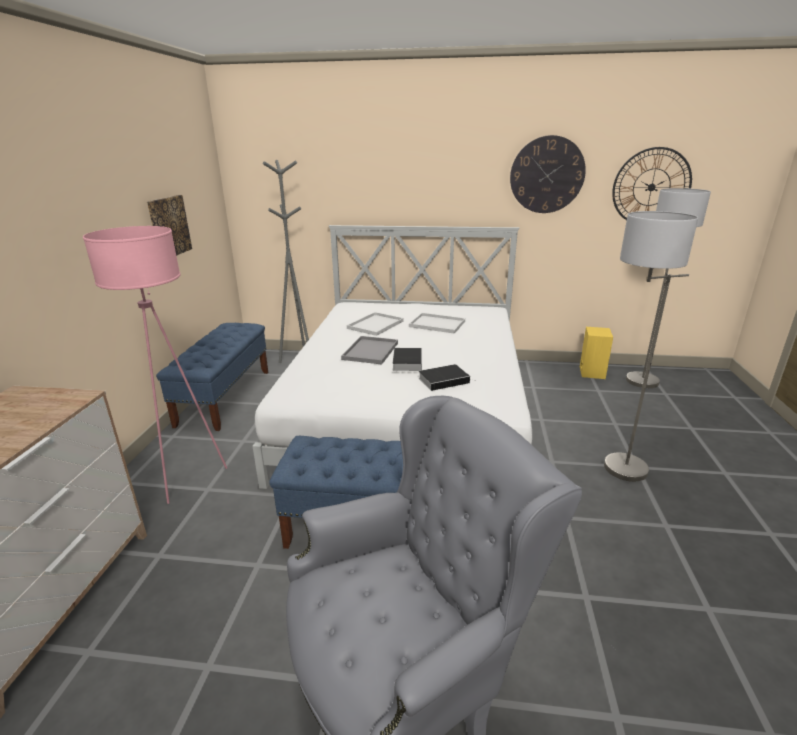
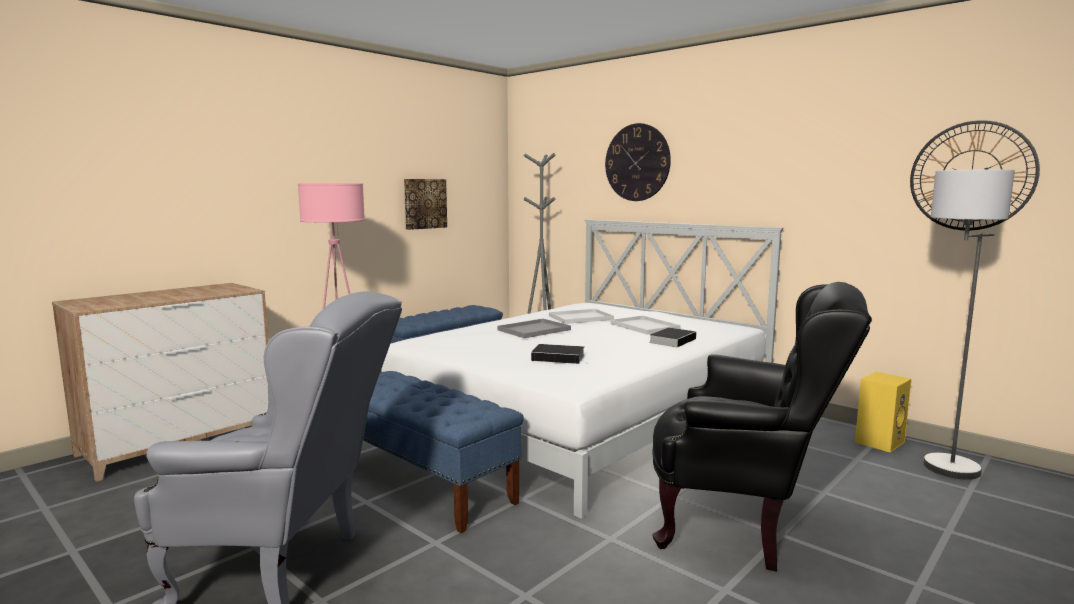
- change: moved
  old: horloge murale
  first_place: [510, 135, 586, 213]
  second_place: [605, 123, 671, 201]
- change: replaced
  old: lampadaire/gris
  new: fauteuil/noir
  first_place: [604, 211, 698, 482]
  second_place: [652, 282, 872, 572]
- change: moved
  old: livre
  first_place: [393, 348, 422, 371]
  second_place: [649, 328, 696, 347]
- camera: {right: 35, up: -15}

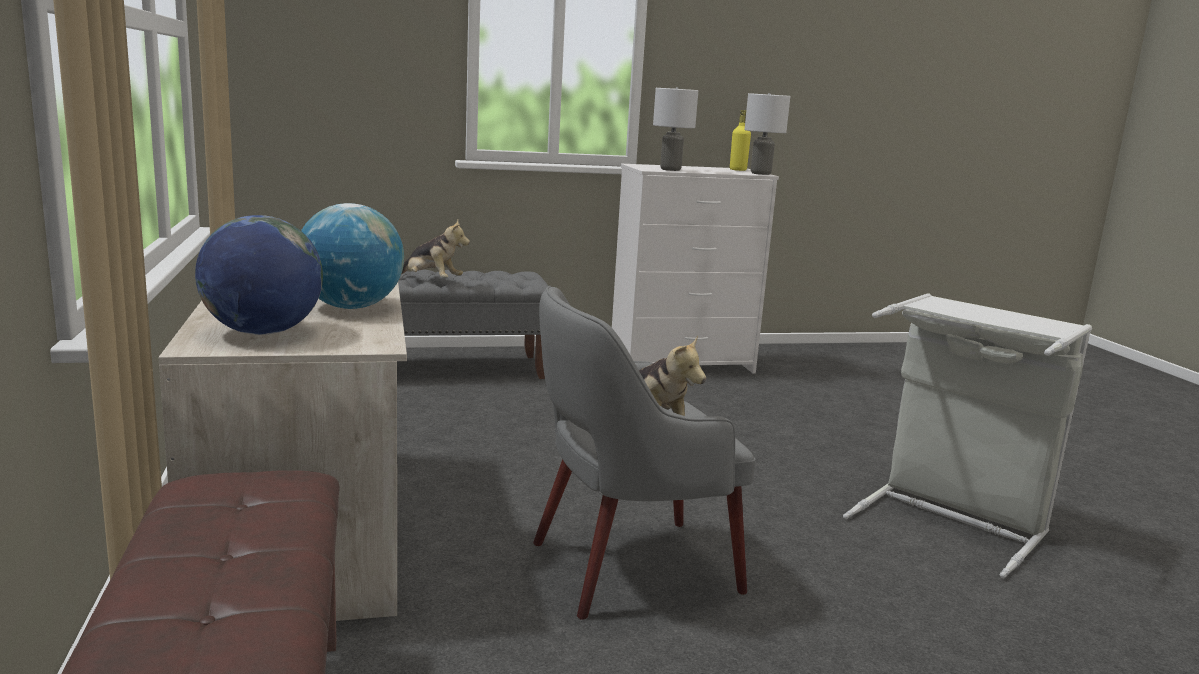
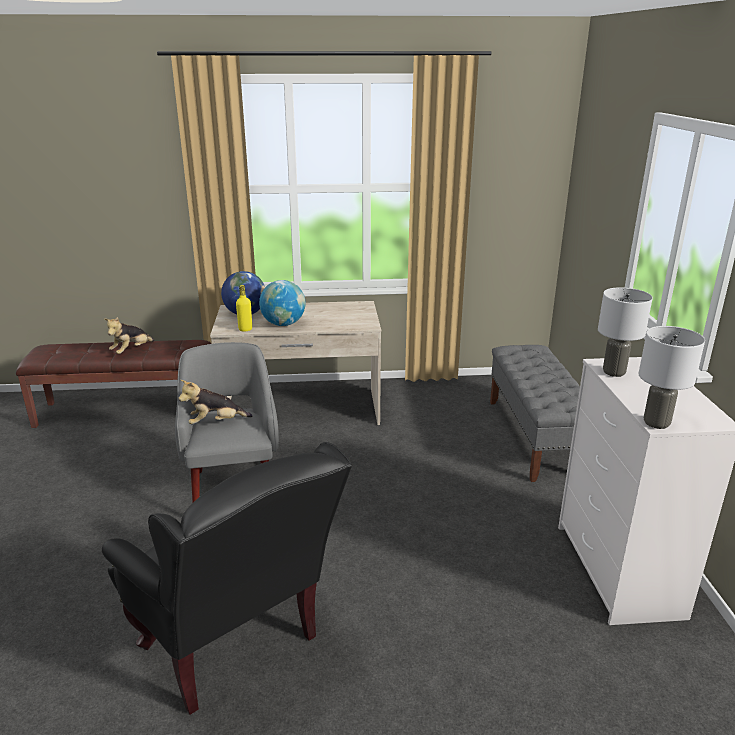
- change: moved
  old: bouteille/jaune
  first_place: [730, 110, 751, 171]
  second_place: [236, 285, 252, 331]
- change: moved
  old: peluche
  first_place: [402, 220, 470, 278]
  second_place: [104, 317, 155, 354]
- change: replaced
  old: panier à linge/gris
  new: fauteuil/noir
  first_place: [843, 294, 1092, 578]
  second_place: [102, 442, 352, 715]
- camera: {right: 100, up: 10}

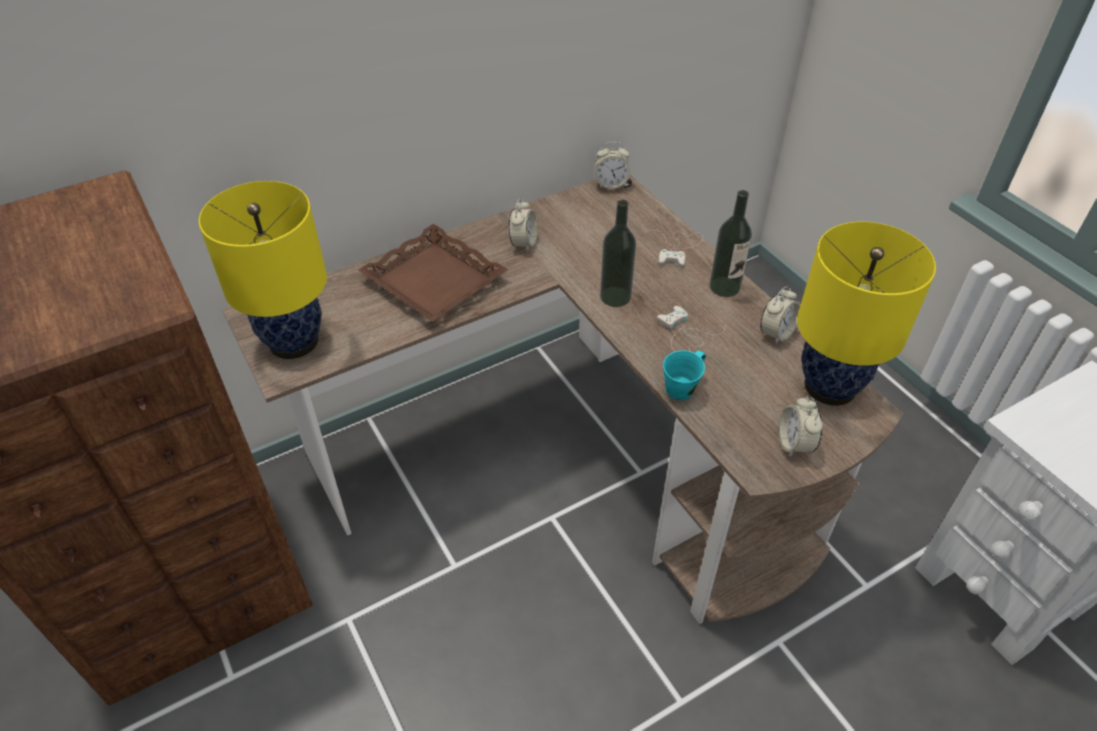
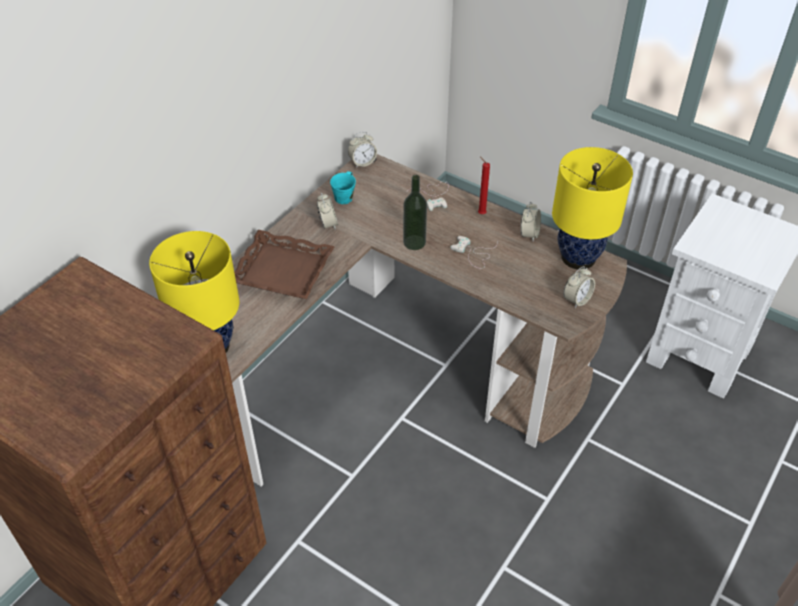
- change: replaced
  old: bouteille
  new: bougie/rouge
  first_place: [709, 190, 752, 297]
  second_place: [478, 157, 490, 214]
- change: moved
  old: mug/turquoise
  first_place: [663, 350, 706, 401]
  second_place: [330, 171, 356, 204]
- change: turned
  old: réveil
  first_place: [779, 397, 823, 458]
  second_place: [564, 266, 595, 308]
  degrees: -105
- camera: {right: -25, up: 0}

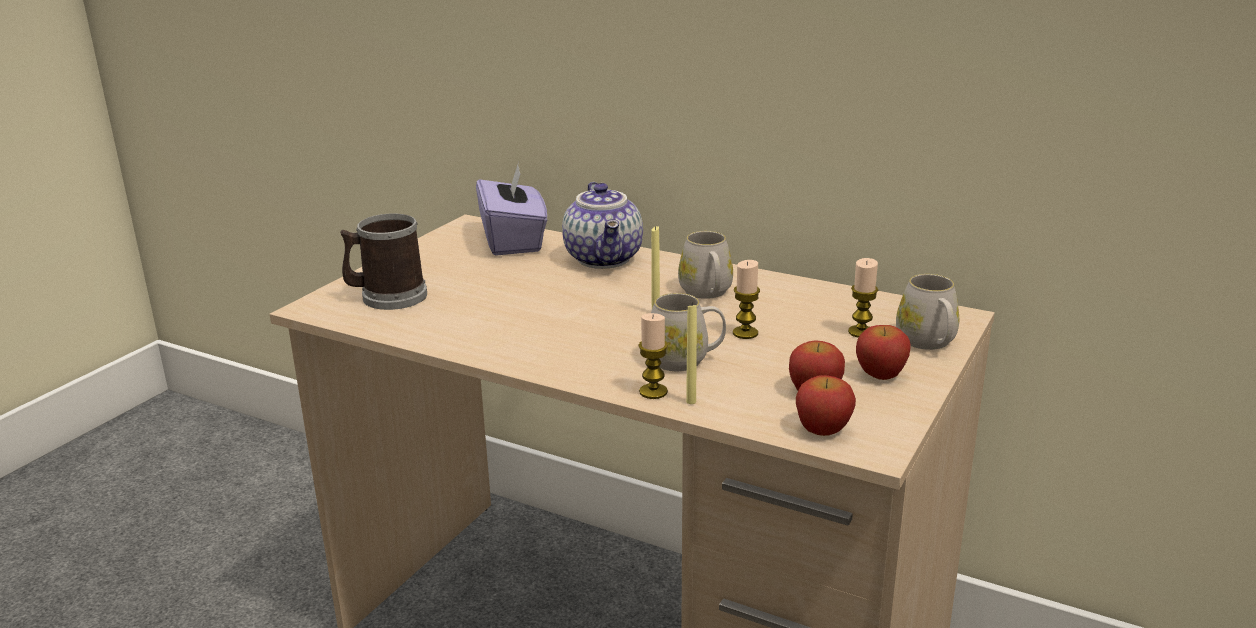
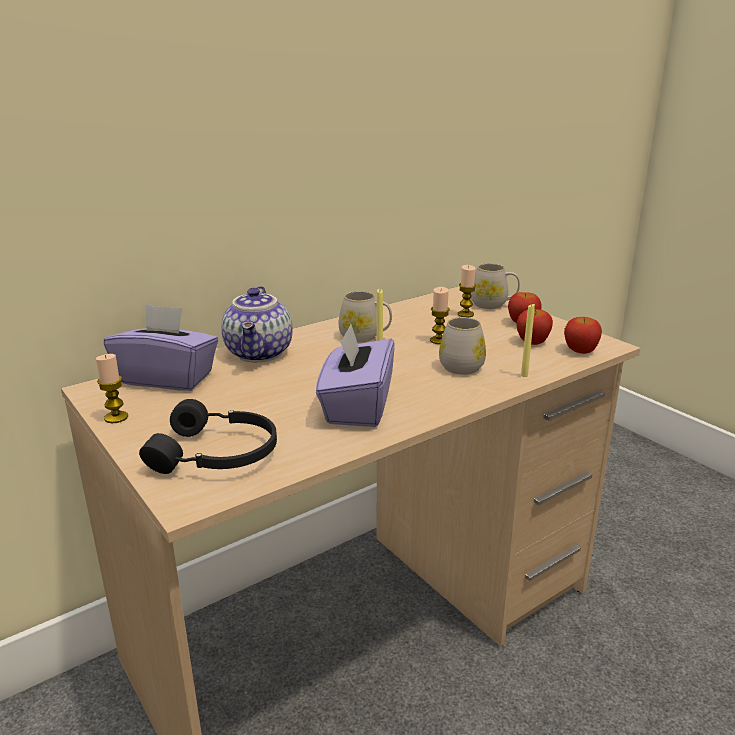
- change: turned
  old: théière
  first_place: [562, 182, 643, 269]
  second_place: [221, 286, 293, 362]
  degrees: 75
- change: replaced
  old: mug
  new: casque audio/noir
  first_place: [340, 214, 427, 310]
  second_place: [139, 399, 277, 474]
- change: moved
  old: bougie
  first_place: [638, 313, 668, 399]
  second_place: [96, 354, 128, 423]
- change: added
  new: boîte à mouchoirs/violet
  second_place: [316, 324, 395, 427]
- camera: {right: -65, up: 0}

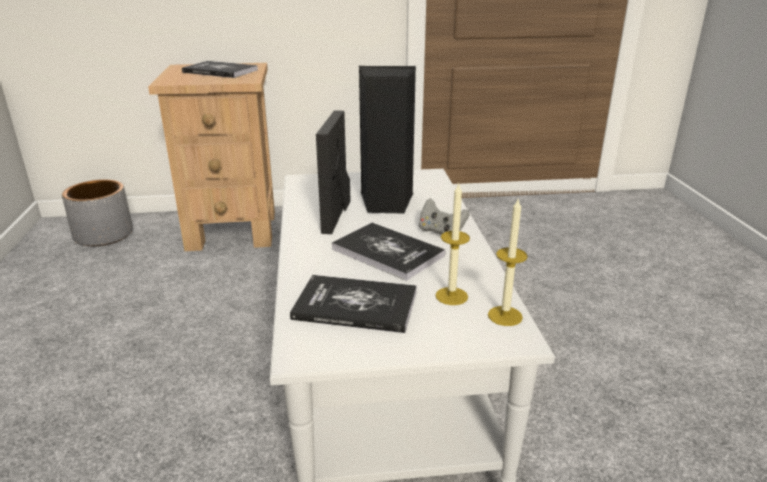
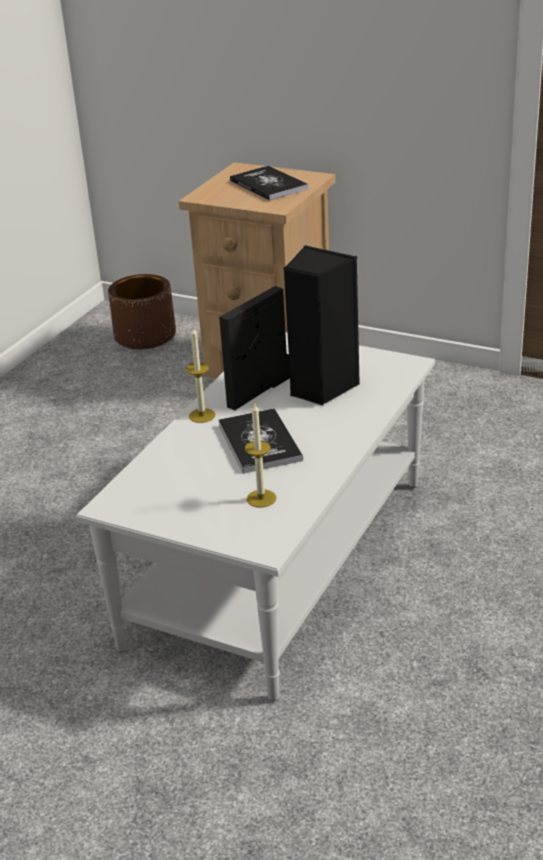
- change: recoloured
  old: cache-pot/gris
  new: cache-pot/marron
  first_place: [62, 179, 133, 247]
  second_place: [108, 274, 176, 349]
- change: moved
  old: bougie
  first_place: [488, 197, 528, 326]
  second_place: [186, 327, 215, 423]
- change: removed
  old: manette/gris
  first_place: [419, 198, 470, 235]
- change: removed
  old: livre
  first_place: [290, 275, 417, 333]
- camera: {right: 35, up: 5}

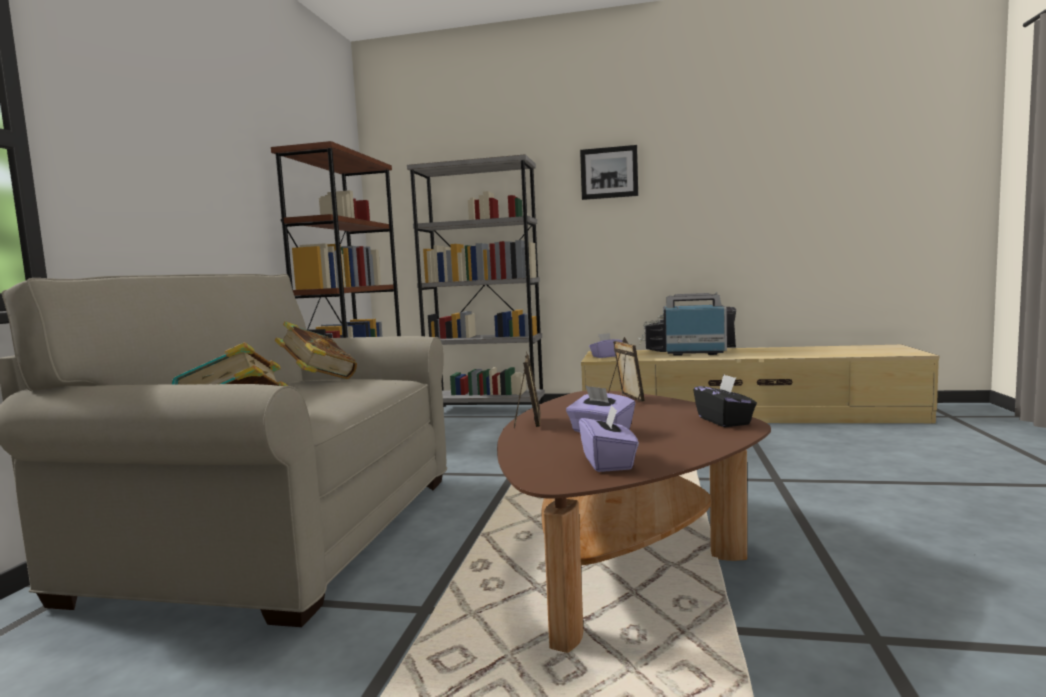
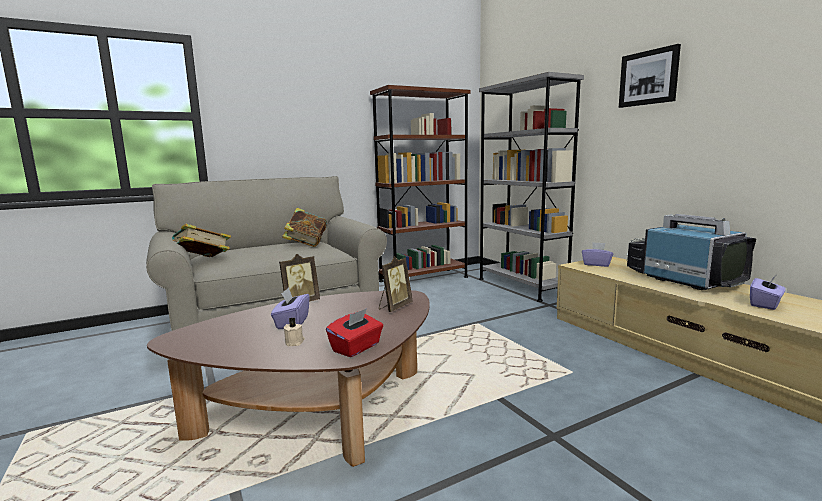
- change: recoloured
  old: boîte à mouchoirs/noir
  new: boîte à mouchoirs/rouge
  first_place: [693, 374, 757, 427]
  second_place: [326, 308, 383, 357]
- change: moved
  old: boîte à mouchoirs/violet
  first_place: [579, 405, 639, 472]
  second_place: [750, 276, 786, 310]
- change: added
  new: bougie/beige
  second_place: [283, 318, 305, 346]
- camera: {right: 50, up: 5}

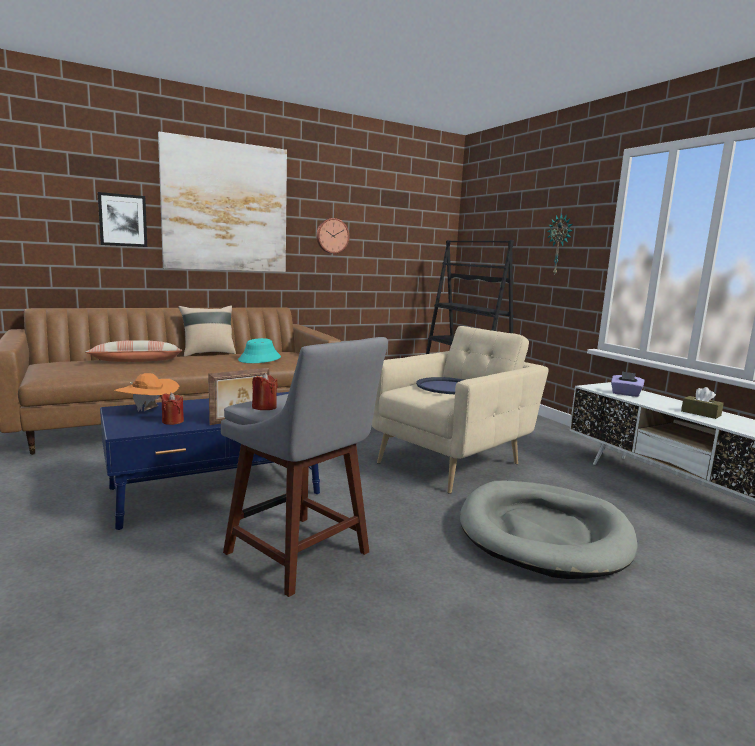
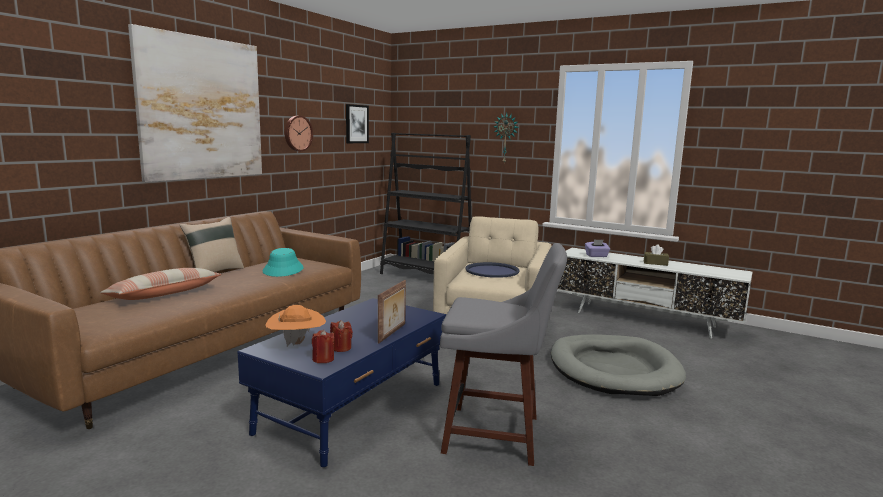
- change: moved
  old: tableau
  first_place: [98, 192, 147, 247]
  second_place: [346, 104, 369, 143]
- change: moved
  old: bougie/rouge
  first_place: [252, 373, 278, 410]
  second_place: [312, 330, 334, 363]
- camera: {right: -30, up: 0}

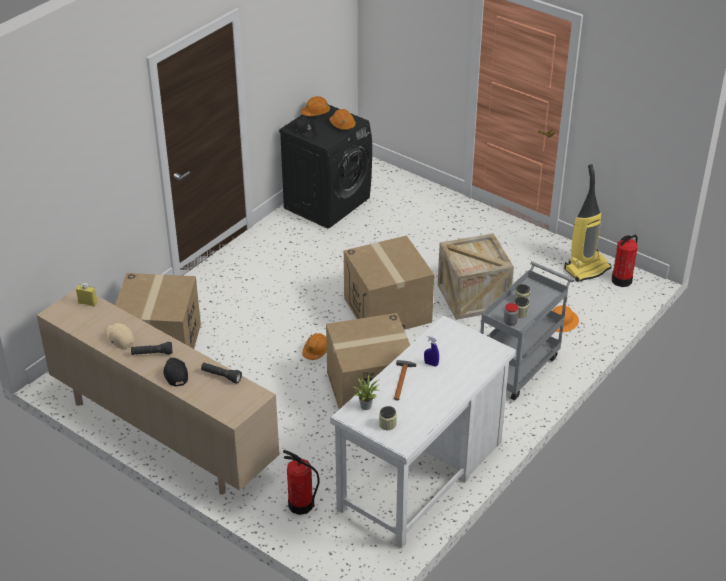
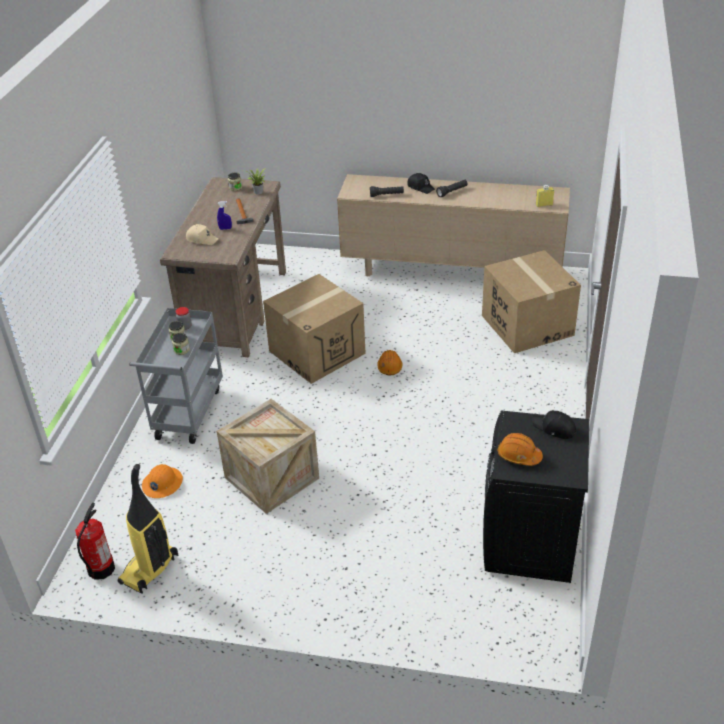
- change: removed
  old: casque de chantier/orange
  first_place: [301, 96, 330, 116]
- change: removed
  old: carton
  first_place: [344, 235, 434, 330]
- change: recoloured
  old: bureau/blanc
  new: bureau/marron
  first_place: [330, 315, 516, 548]
  second_place: [160, 177, 286, 357]
- change: moved
  old: casquette/beige
  first_place: [106, 323, 135, 349]
  second_place: [186, 224, 219, 245]
- change: removed
  old: extincteur
  first_place: [283, 450, 319, 515]
- camera: {right: 155, up: 0}

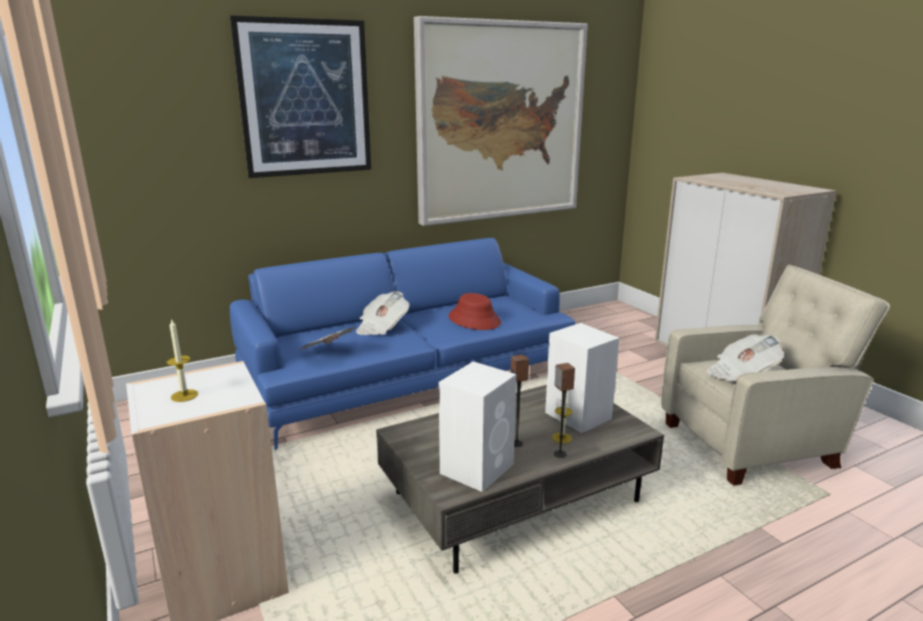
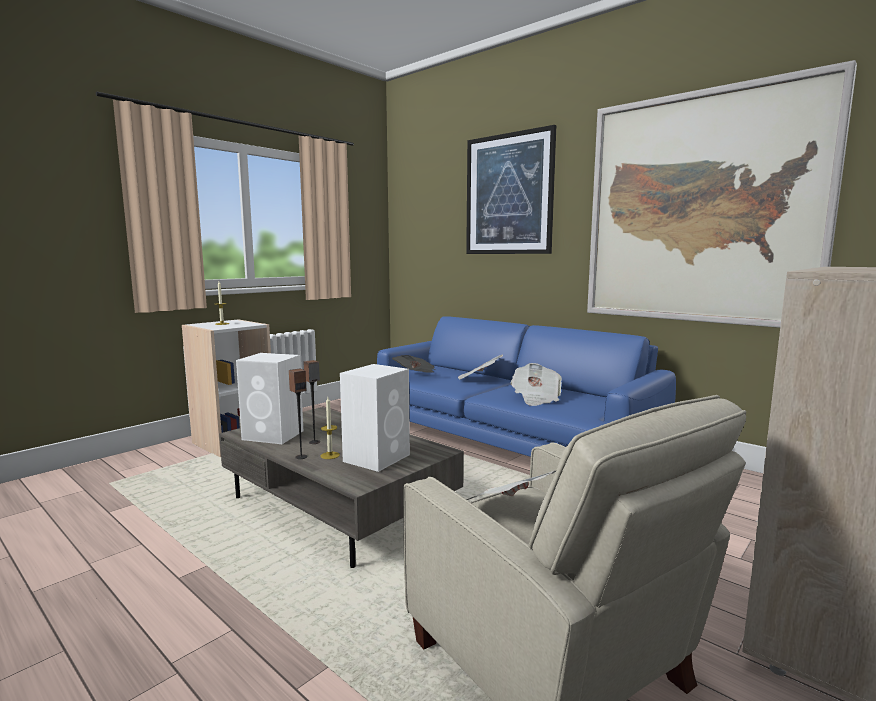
- change: replaced
  old: chapeau/rouge
  new: journal
  first_place: [449, 293, 501, 330]
  second_place: [510, 363, 562, 406]
- camera: {right: 70, up: -10}

